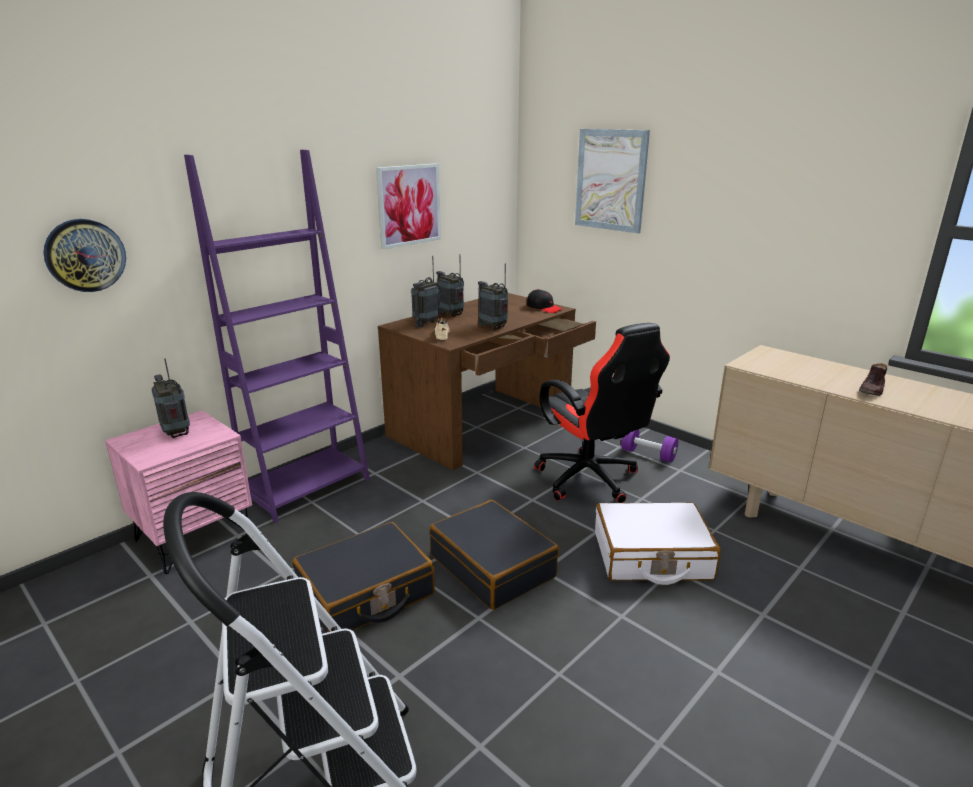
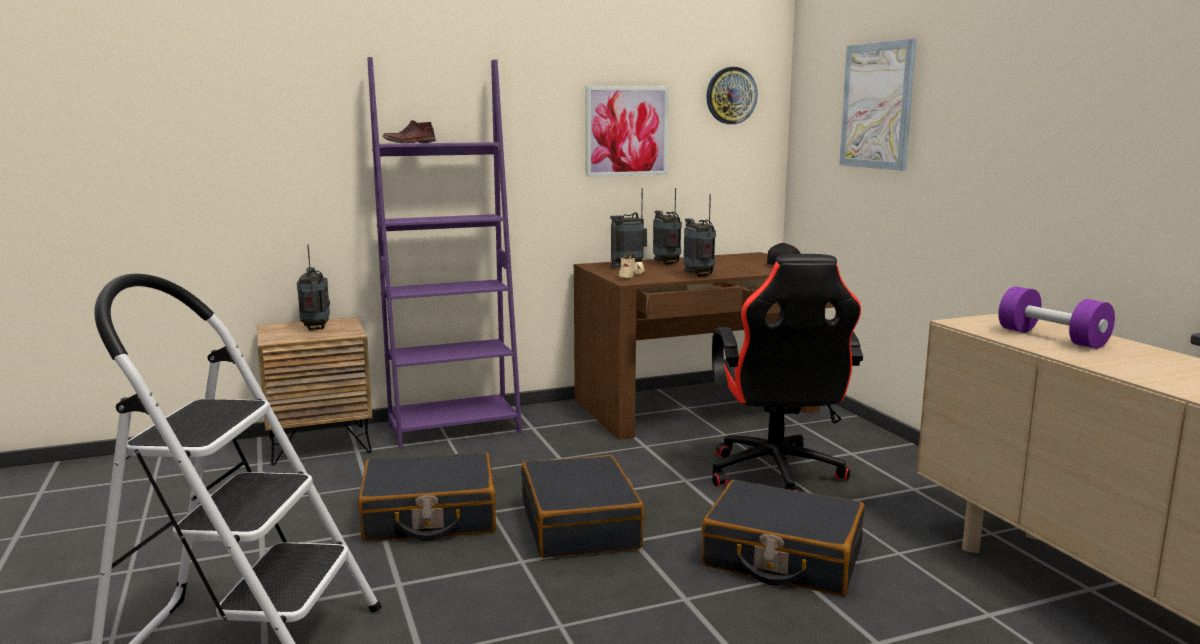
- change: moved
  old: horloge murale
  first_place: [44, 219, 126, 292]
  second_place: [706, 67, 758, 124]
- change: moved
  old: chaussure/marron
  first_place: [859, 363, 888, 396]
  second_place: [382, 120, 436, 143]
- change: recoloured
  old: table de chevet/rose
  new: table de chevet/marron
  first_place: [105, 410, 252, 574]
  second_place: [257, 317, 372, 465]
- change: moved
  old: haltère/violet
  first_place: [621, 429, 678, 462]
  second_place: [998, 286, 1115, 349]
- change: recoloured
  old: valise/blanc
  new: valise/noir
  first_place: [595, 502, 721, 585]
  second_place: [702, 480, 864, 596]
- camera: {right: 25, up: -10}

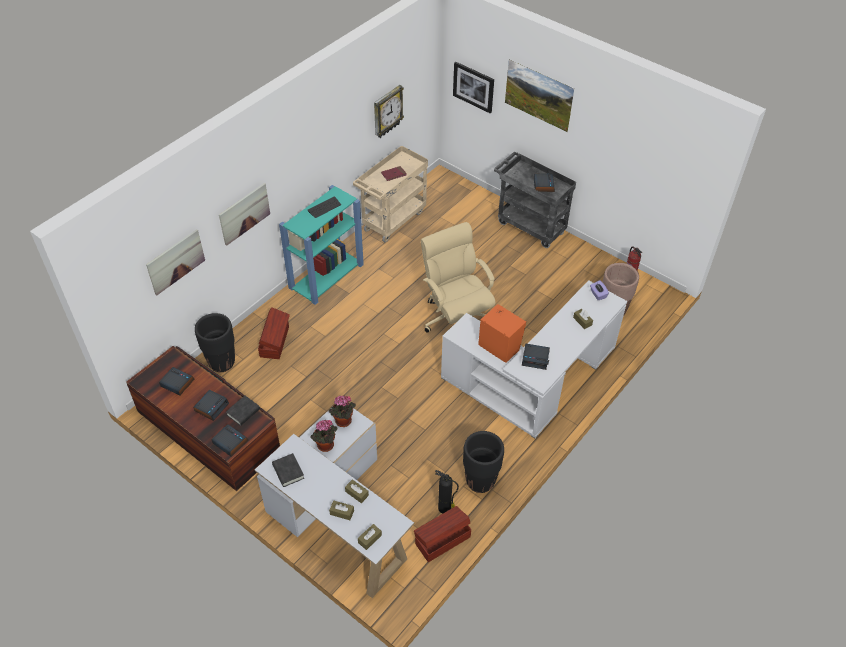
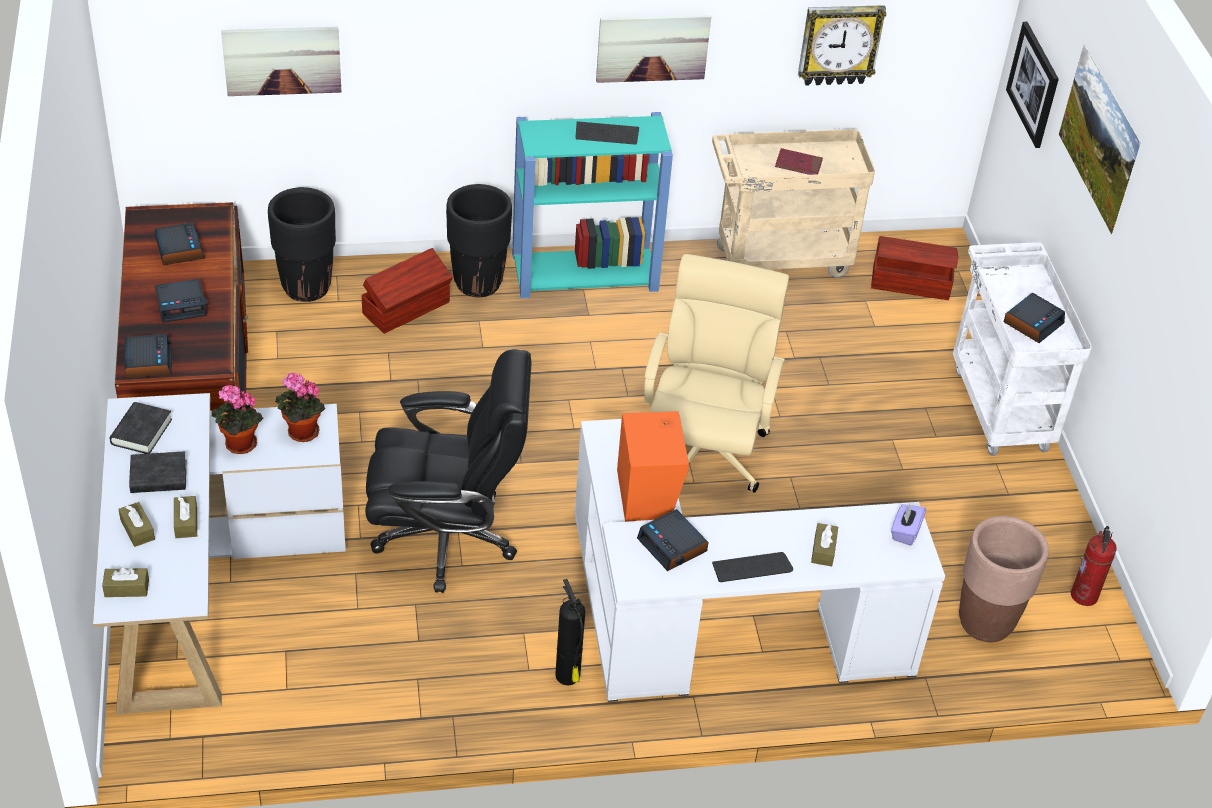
- change: recoloured
  old: chariot/noir
  new: chariot/blanc
  first_place: [494, 152, 576, 248]
  second_place: [953, 242, 1092, 456]
- change: moved
  old: tableau
  first_place: [219, 183, 270, 246]
  second_place: [596, 15, 711, 83]
- change: moved
  old: livre/noir
  first_place: [226, 396, 260, 426]
  second_place: [129, 451, 186, 493]
- change: moved
  old: cache-pot/noir
  first_place: [463, 431, 504, 493]
  second_place: [446, 184, 512, 297]
- change: moved
  old: extincteur
  first_place: [435, 470, 459, 514]
  second_place: [555, 579, 585, 685]
- change: moved
  old: boîte de rangement/marron
  first_place: [414, 506, 471, 562]
  second_place: [871, 236, 958, 300]
- change: added
  new: chaise de bureau/noir
  second_place: [365, 349, 531, 593]
- change: added
  new: clavier
  second_place: [712, 552, 793, 582]
- camera: {right: 40, up: -5}

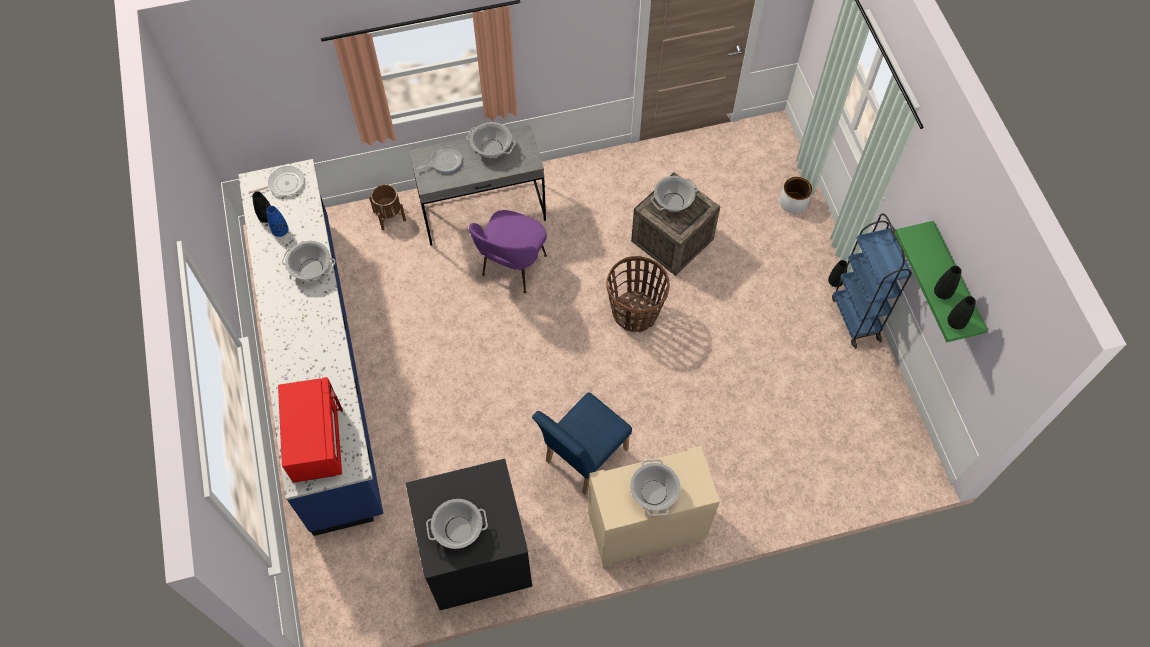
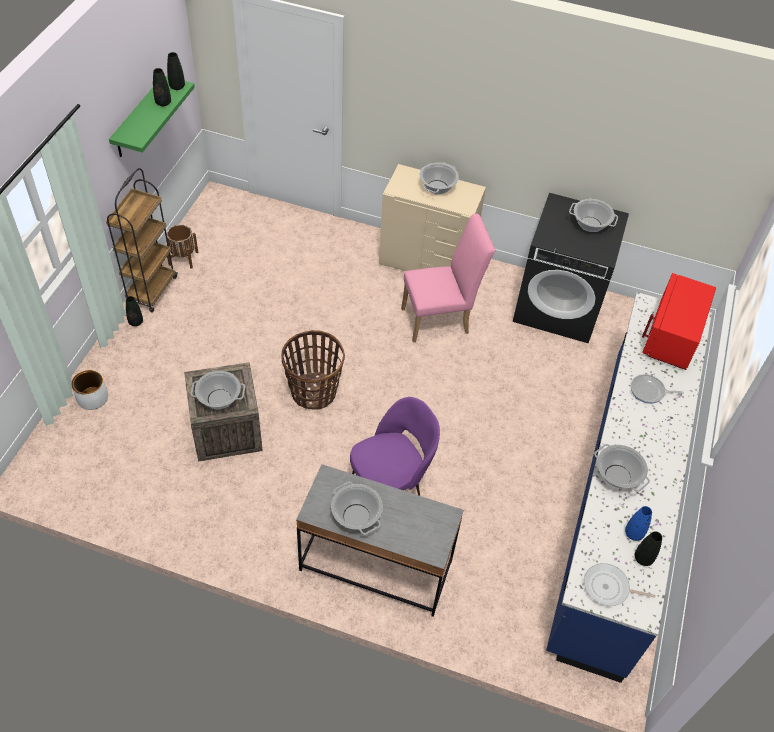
- change: moved
  old: poêle
  first_place: [417, 146, 462, 173]
  second_place: [631, 374, 684, 404]
- change: moved
  old: cache-pot/marron
  first_place: [369, 184, 406, 230]
  second_place: [166, 225, 198, 269]
- change: recoloured
  old: chariot/bleu
  new: chariot/marron
  first_place: [832, 214, 912, 349]
  second_place: [106, 168, 177, 313]
- change: recoloured
  old: chaise/bleu
  new: chaise/rose
  first_place: [532, 393, 632, 495]
  second_place: [401, 214, 495, 343]
- camera: {right: -150, up: -10}

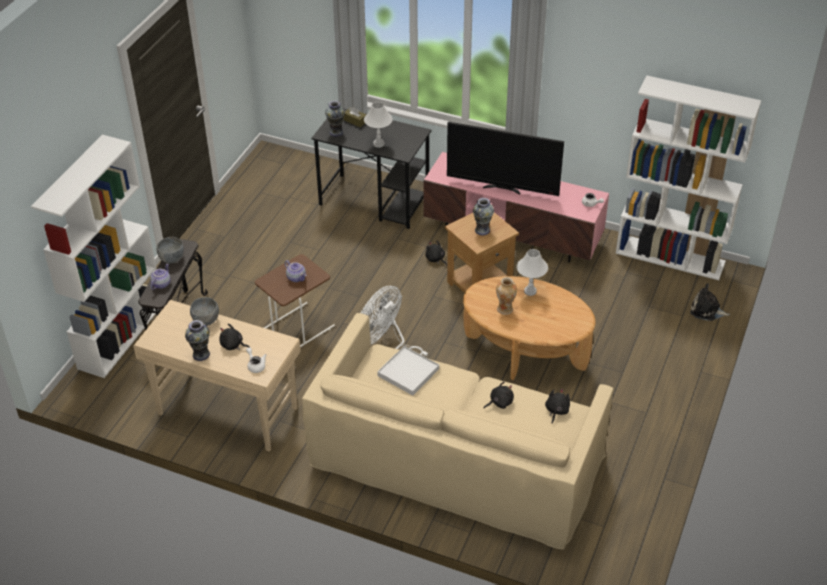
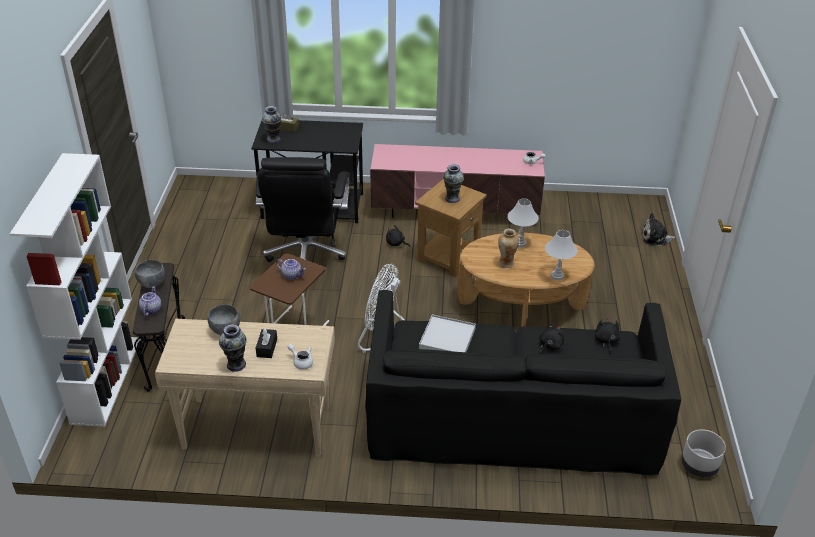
- change: removed
  old: bibliothèque/blanc
  first_place: [616, 76, 761, 280]
- change: moved
  old: lampe de table/blanc
  first_place: [364, 102, 393, 148]
  second_place: [545, 230, 578, 280]
- change: removed
  old: téléviseur
  first_place: [447, 121, 564, 196]
- change: recoloured
  old: canapé/beige
  new: canapé/noir
  first_place: [302, 313, 614, 549]
  second_place: [365, 290, 681, 475]
- change: replaced
  old: peluche/noir
  new: boîte à mouchoirs/noir
  first_place: [219, 324, 249, 350]
  second_place: [256, 328, 277, 358]
- change: added
  new: chaise de bureau/noir
  second_place: [256, 157, 350, 262]
- change: added
  new: cache-pot/gris
  second_place: [681, 429, 726, 478]
- camera: {right: -20, up: -5}

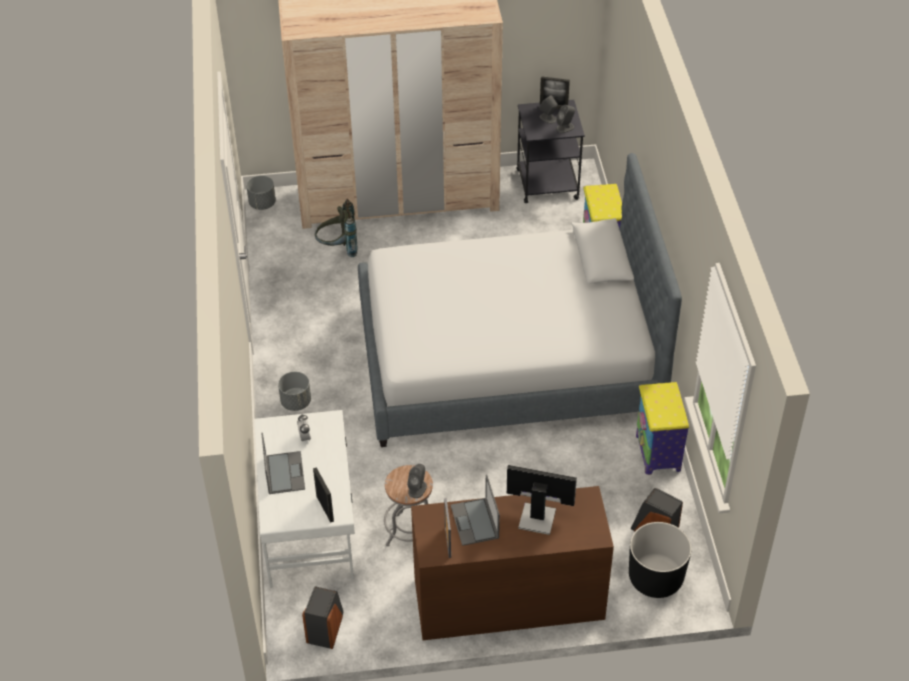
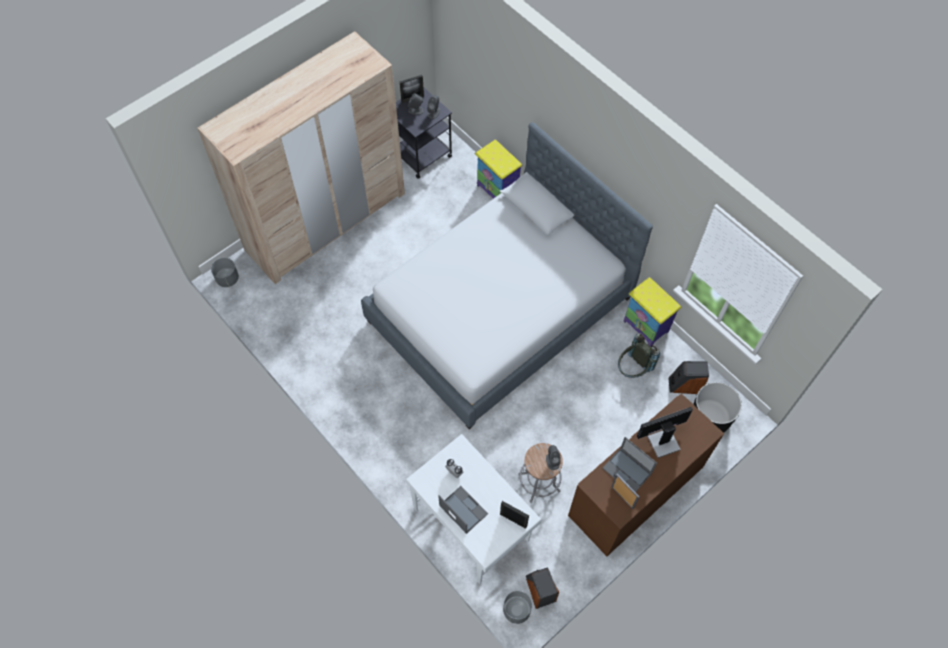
- change: moved
  old: sac à dos/gris
  first_place: [315, 199, 357, 257]
  second_place: [618, 333, 660, 378]
- change: moved
  old: cache-pot/gris
  first_place: [278, 372, 311, 411]
  second_place: [503, 591, 532, 624]
- camera: {right: -35, up: 15}

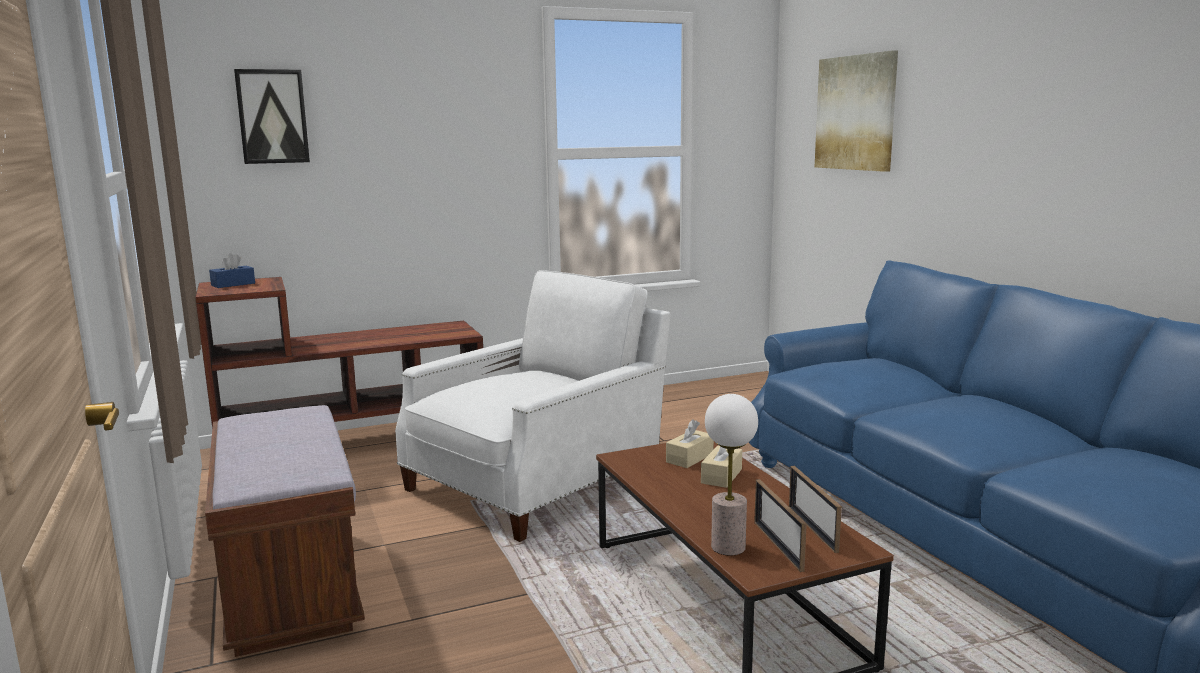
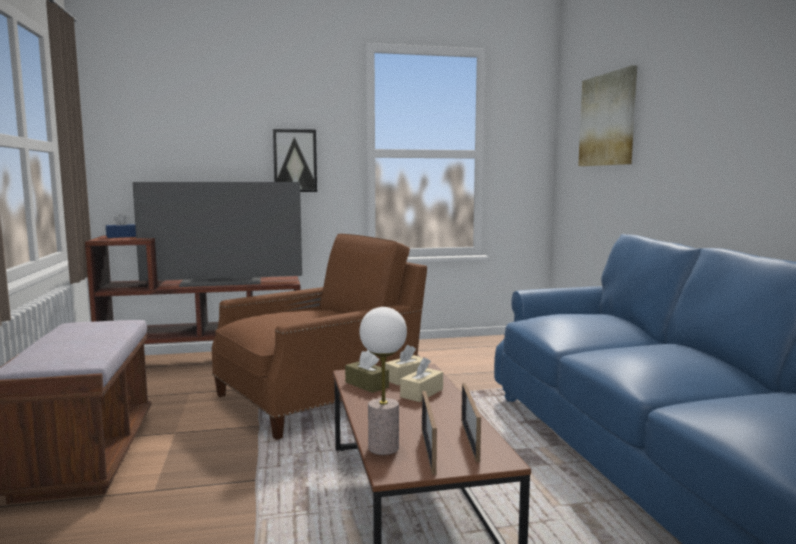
- change: moved
  old: tableau
  first_place: [234, 69, 310, 164]
  second_place: [273, 129, 317, 192]
- change: recoloured
  old: fauteuil/blanc
  new: fauteuil/marron
  first_place: [395, 270, 671, 542]
  second_place: [212, 234, 427, 440]
- change: added
  new: téléviseur
  second_place: [132, 182, 302, 287]
- change: added
  new: boîte à mouchoirs/marron
  second_place: [345, 350, 389, 393]
- camera: {right: 10, up: -5}

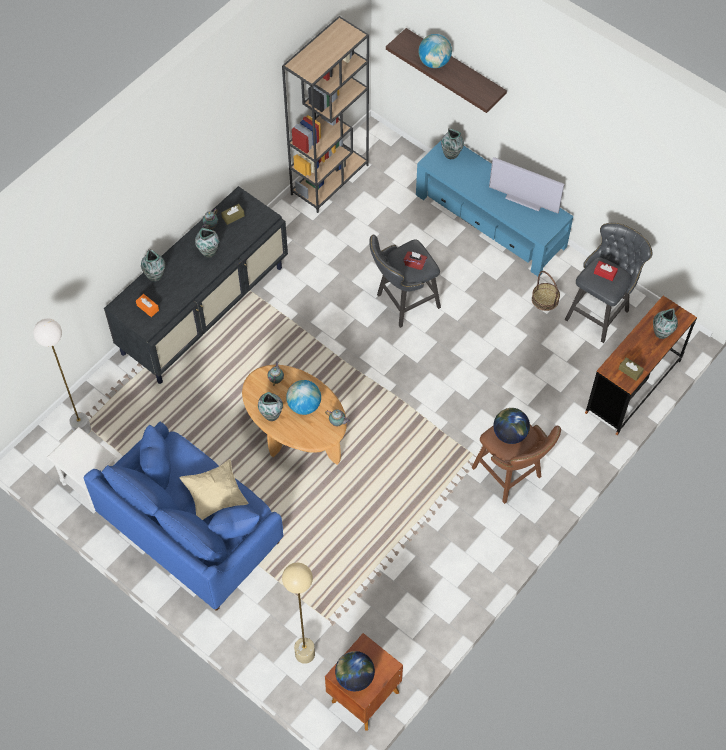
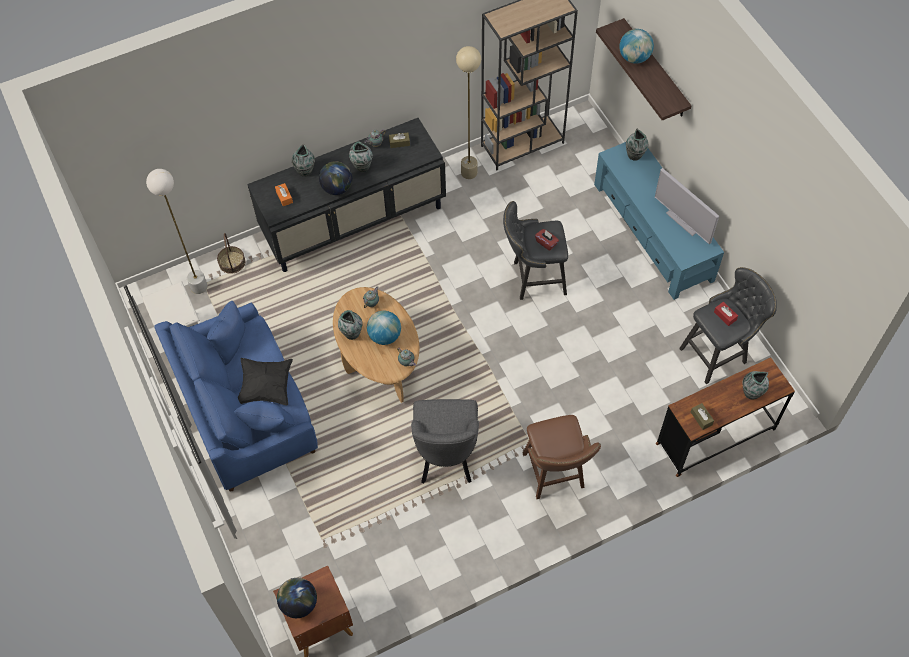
- change: moved
  old: panier
  first_place: [532, 271, 560, 311]
  second_place: [217, 233, 245, 274]
- change: moved
  old: globe
  first_place: [493, 408, 530, 444]
  second_place: [319, 161, 352, 195]
- change: recoloured
  old: coussin/beige
  new: coussin/noir
  first_place: [179, 459, 249, 520]
  second_place: [238, 358, 293, 406]
- change: moved
  old: lampadaire/beige
  first_place: [282, 563, 315, 664]
  second_place: [456, 46, 481, 179]
- change: added
  new: fauteuil/gris
  second_place: [411, 399, 479, 483]
- camera: {right: 25, up: 0}

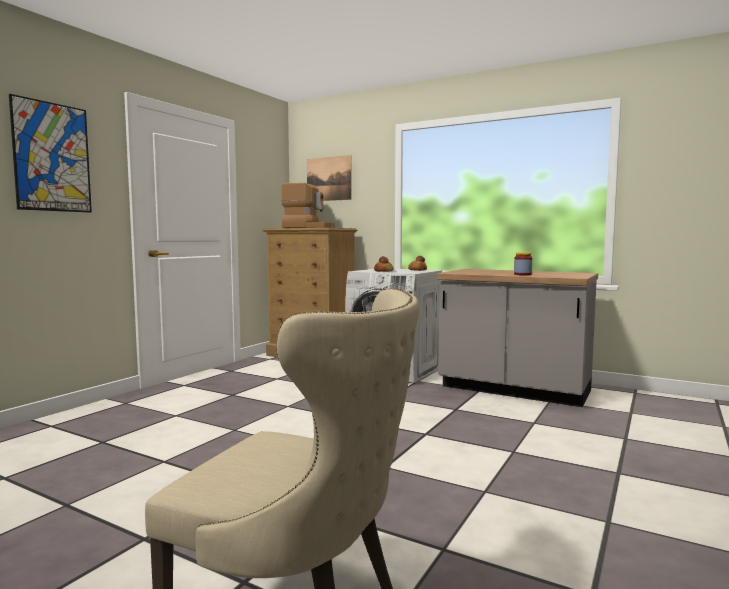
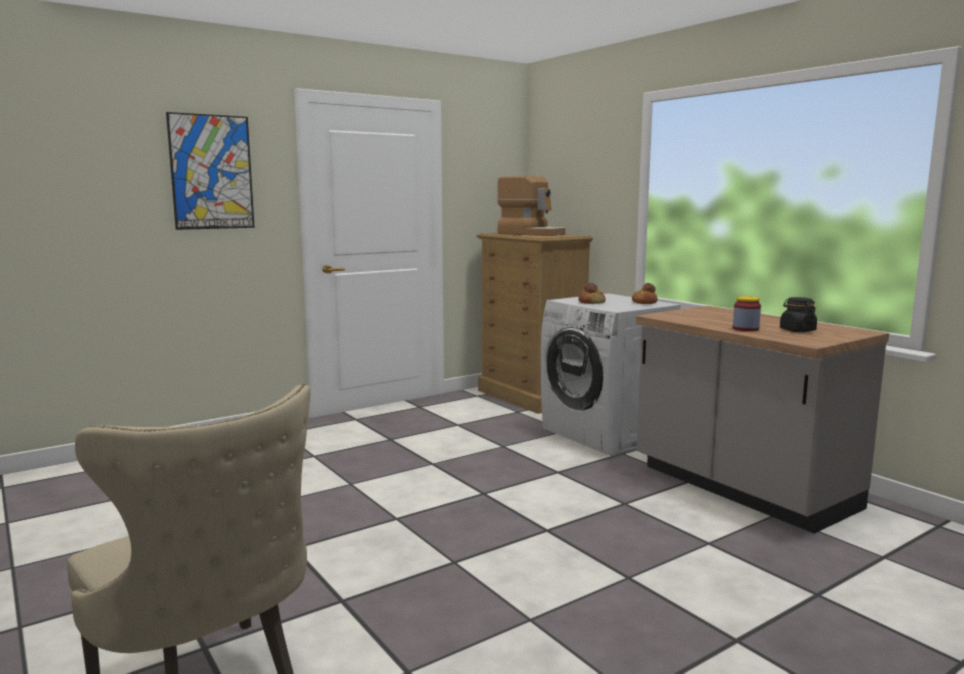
- change: removed
  old: tableau
  first_place: [307, 155, 352, 201]
- change: added
  new: bocal/noir
  second_place: [780, 297, 817, 332]
- camera: {right: 25, up: 5}

